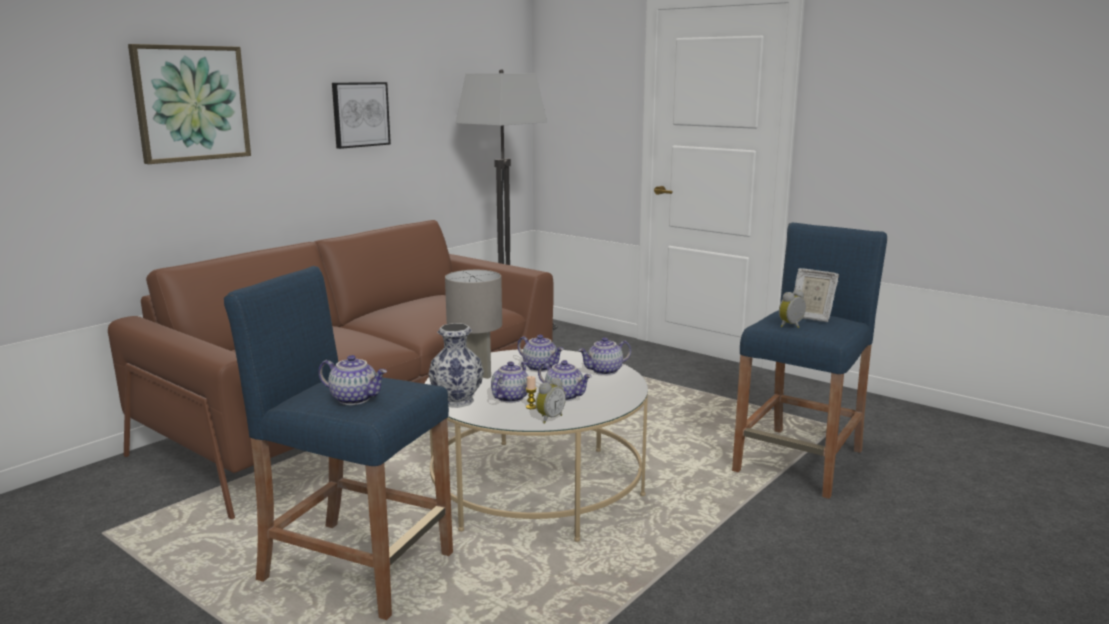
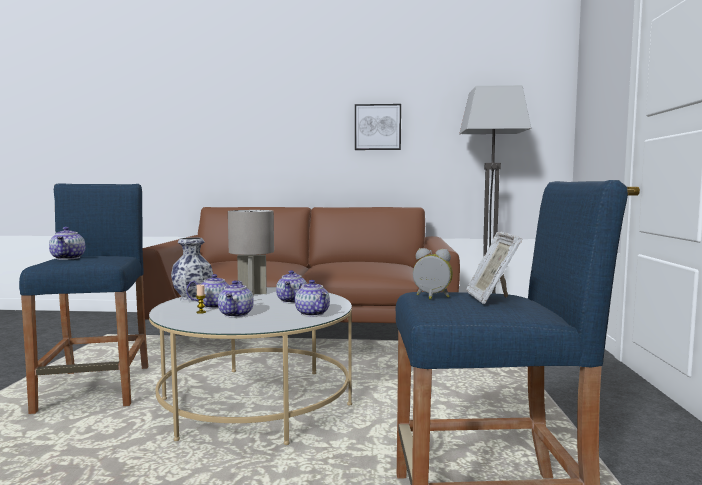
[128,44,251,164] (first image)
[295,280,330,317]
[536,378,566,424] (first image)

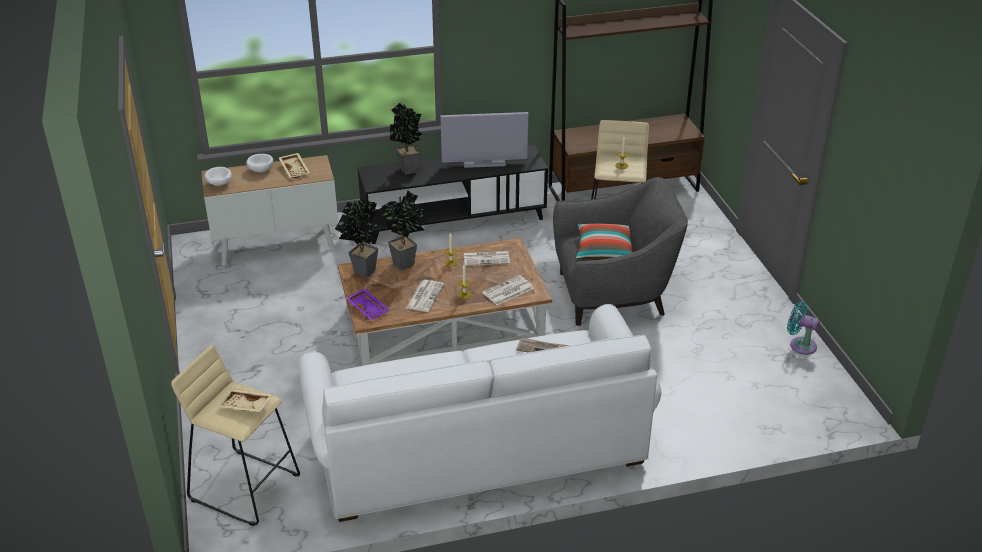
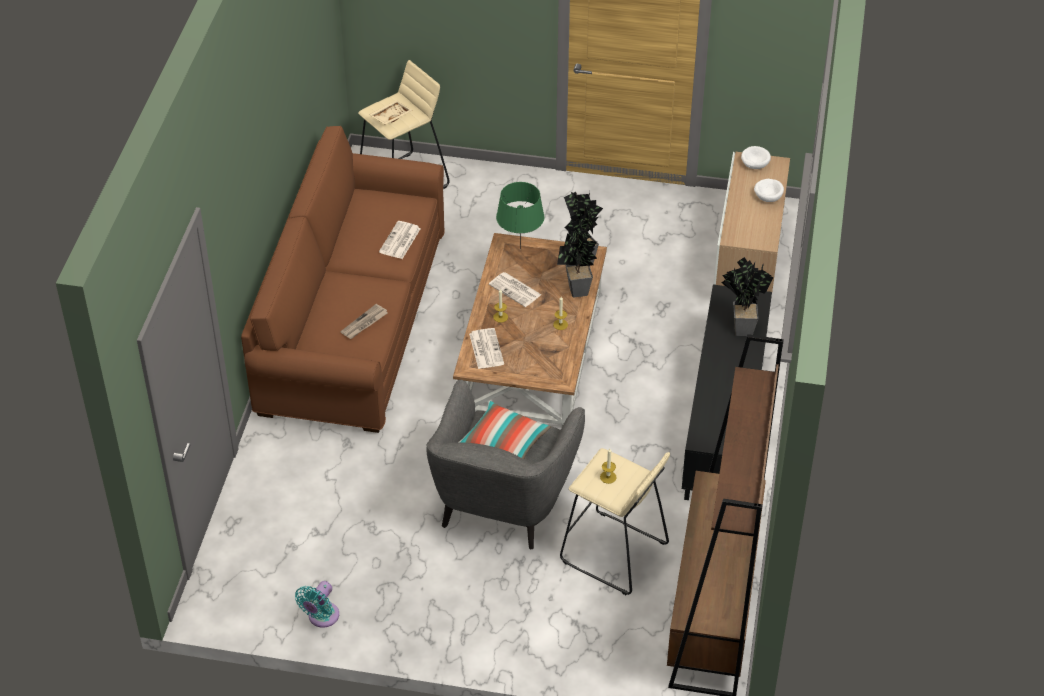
[440,112,529,168] (first image)
[279,153,310,178] (first image)
[379,221,421,259]
[496,182,544,249]
[295,581,339,628]
[241,126,445,433]

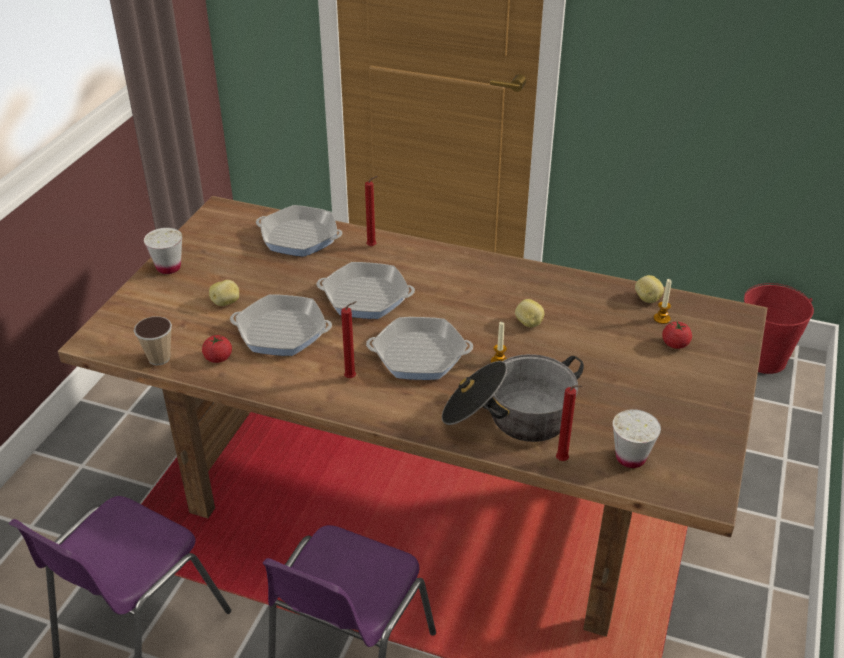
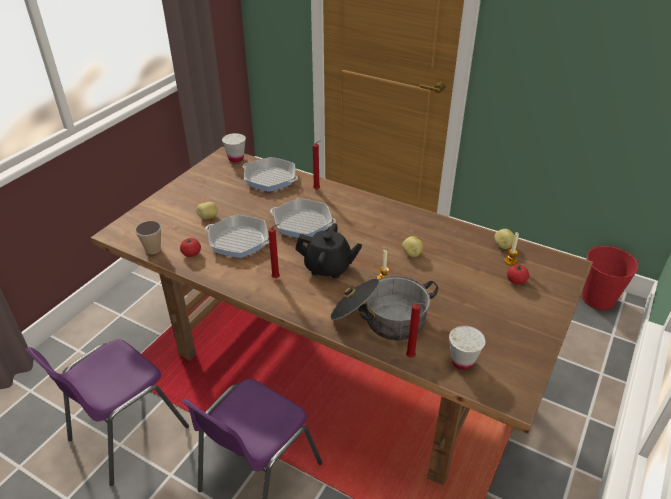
[222,133,246,162]
[295,223,362,279]

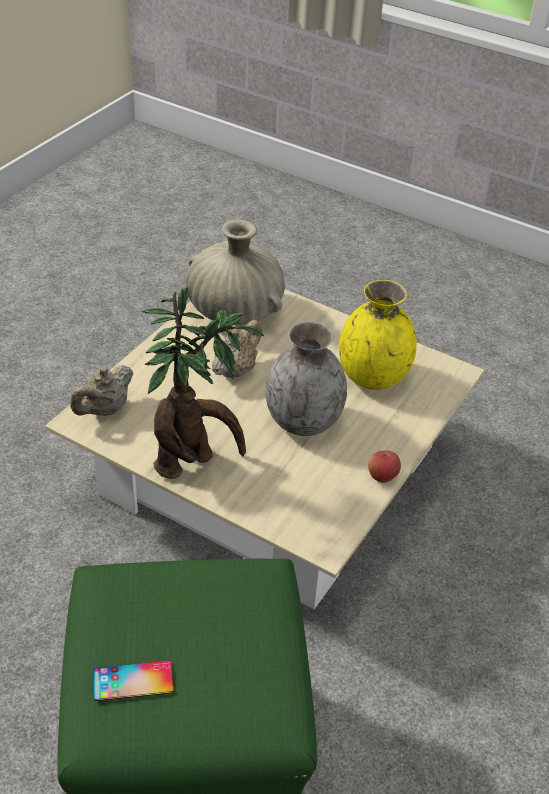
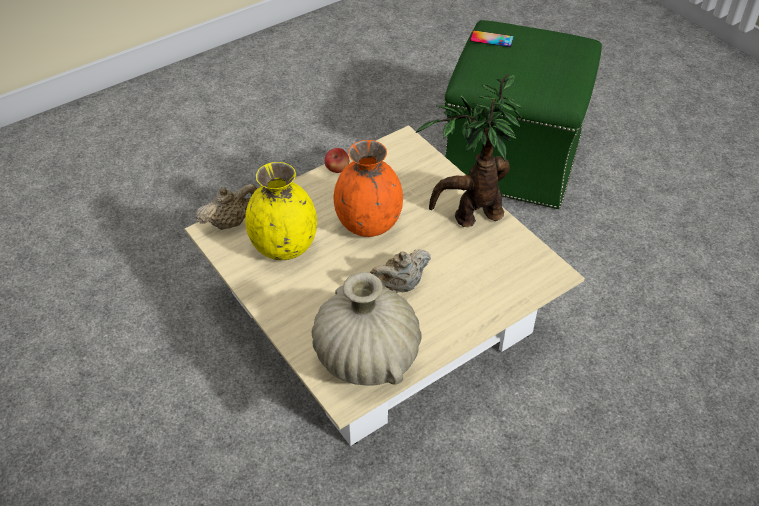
[334,140,403,237]
[195,184,257,230]
[470,30,514,47]

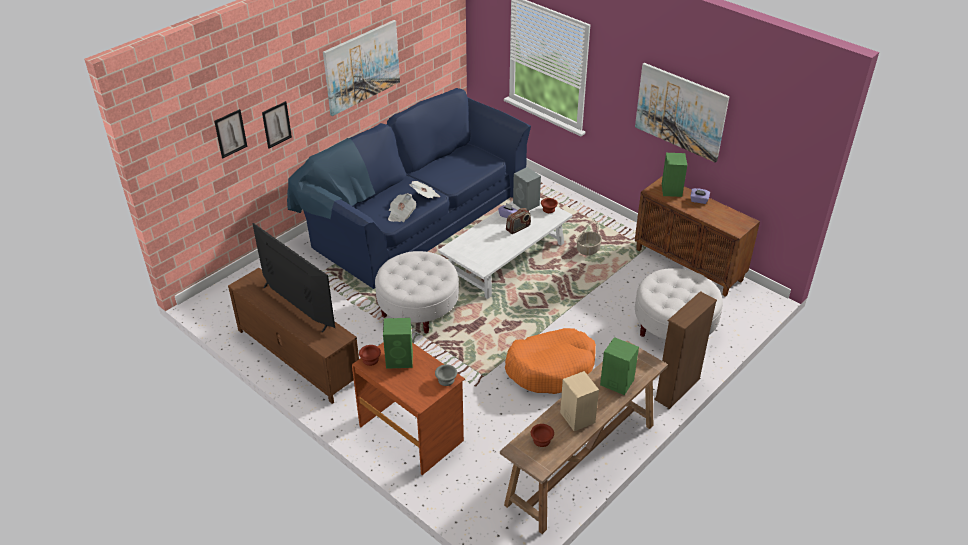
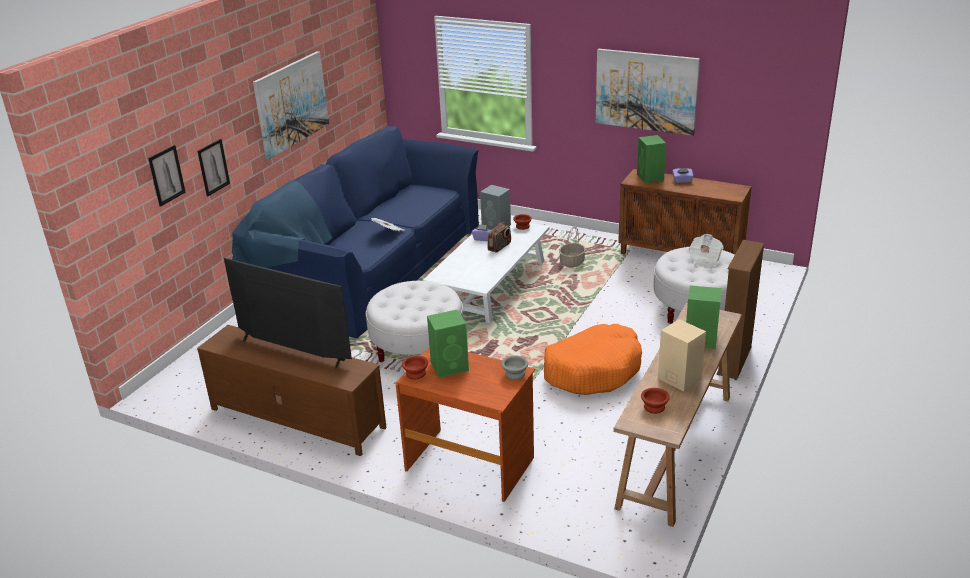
[689,234,724,267]

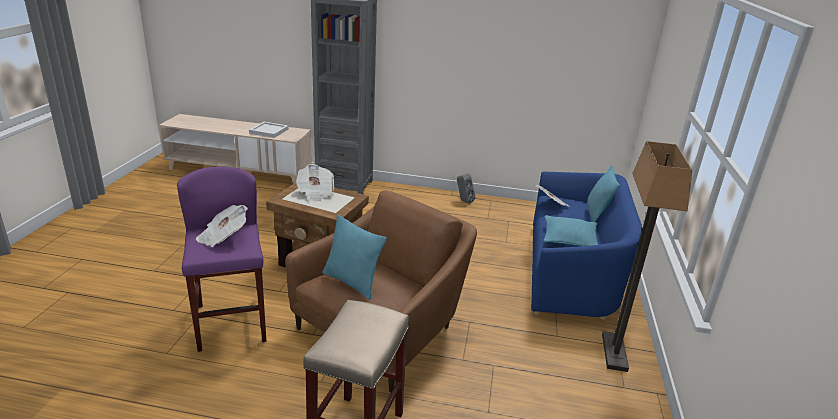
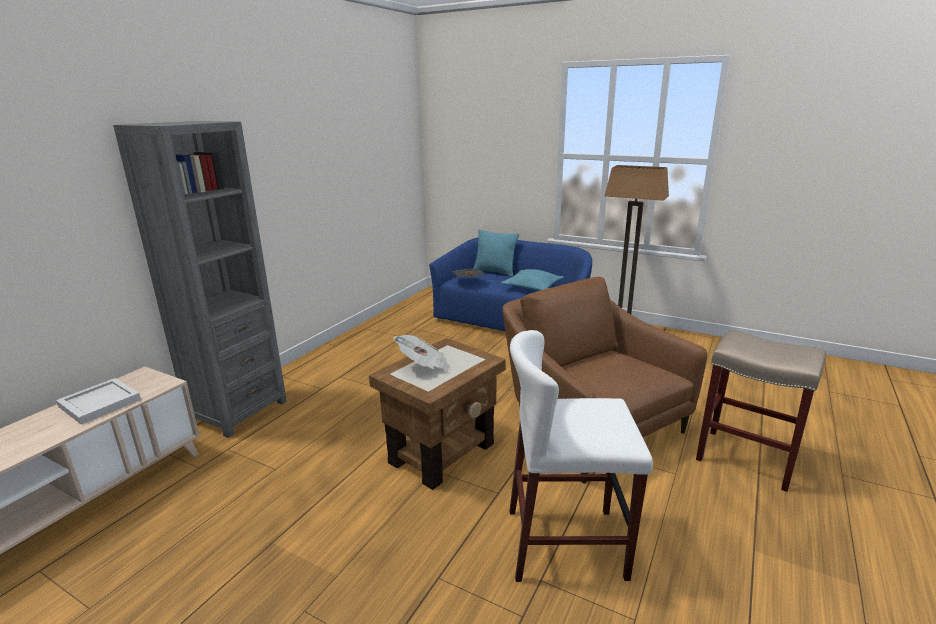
[510,330,653,582]
[457,173,475,204] (first image)
[196,205,248,247] (first image)
[323,215,387,300] (first image)

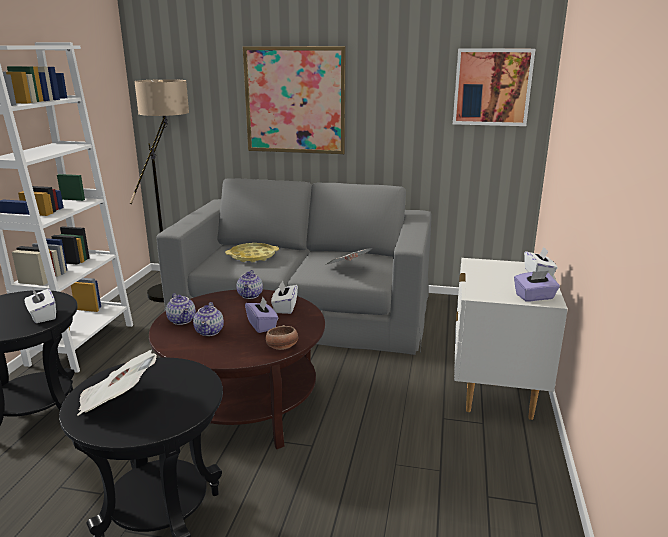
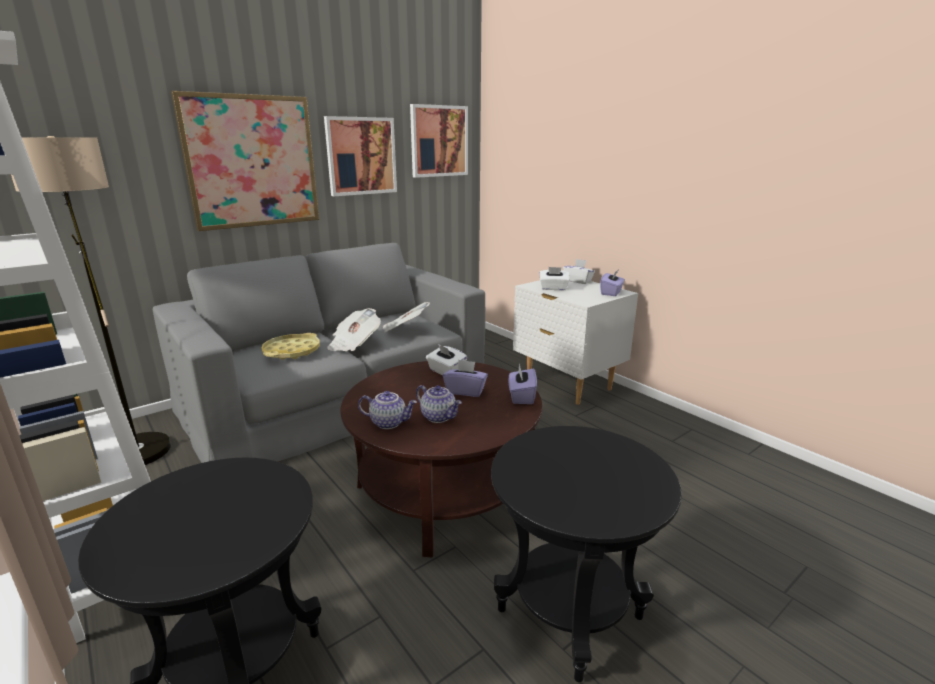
[237,270,263,299] (first image)
[540,267,569,290]
[509,364,537,404]
[327,308,381,351]
[324,116,397,196]

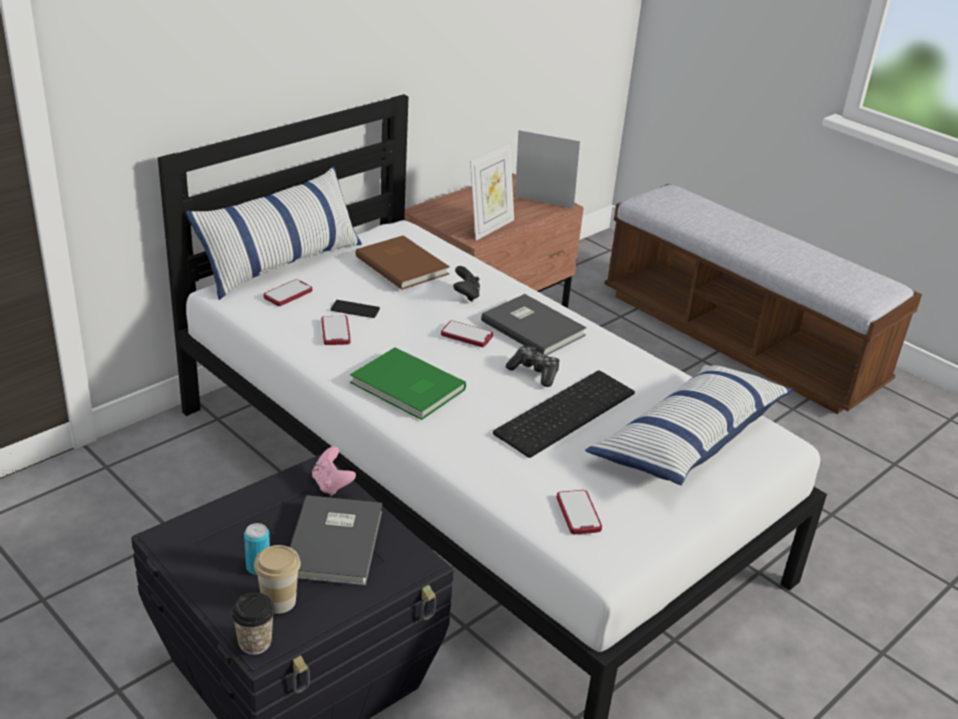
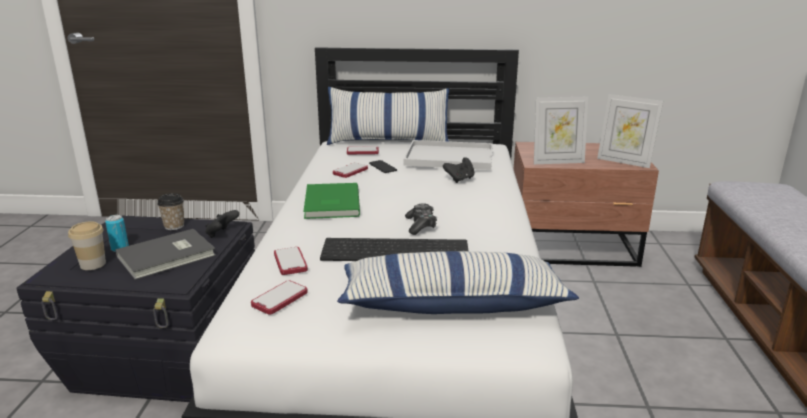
[597,94,663,168]
[403,140,493,170]
[481,294,587,356] (first image)
[274,247,308,275]
[205,210,239,238]
[157,193,184,230]

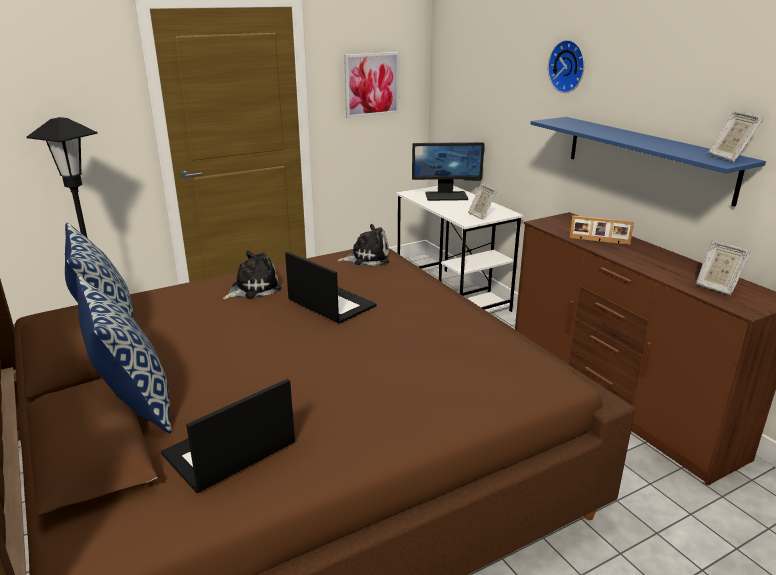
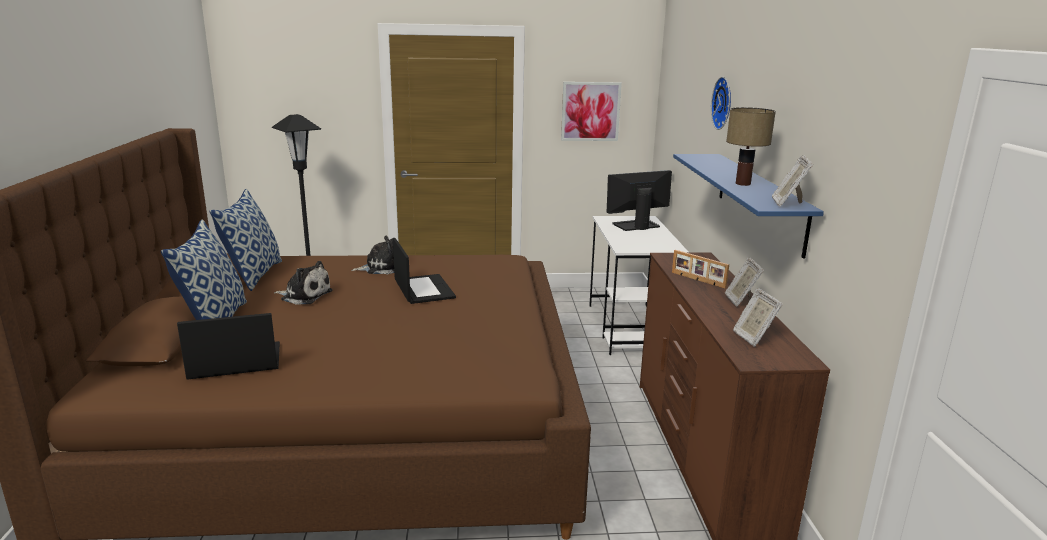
[607,170,672,231]
[725,258,764,306]
[274,261,333,305]
[726,107,776,186]

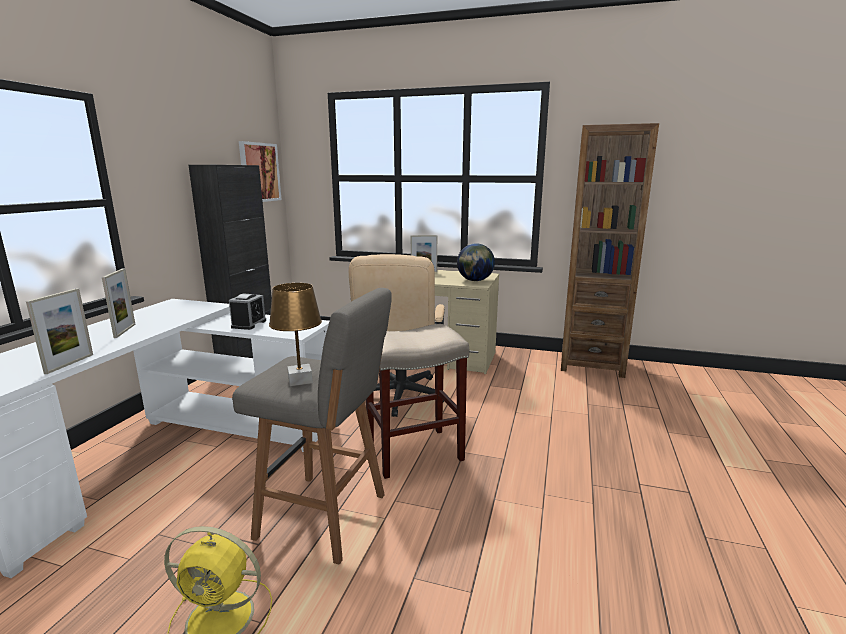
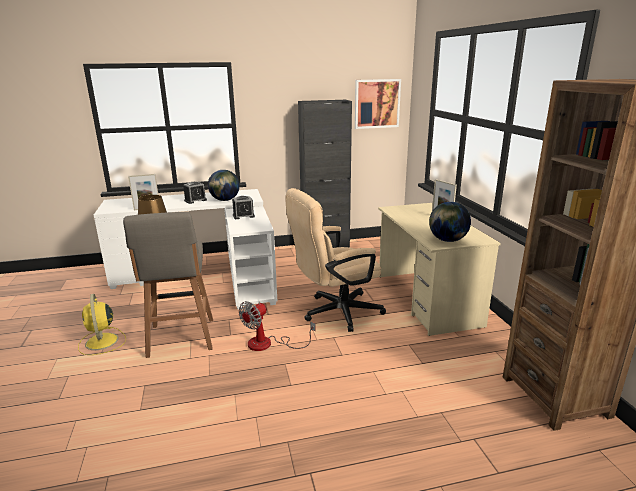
[183,182,207,204]
[238,301,316,351]
[208,170,240,201]

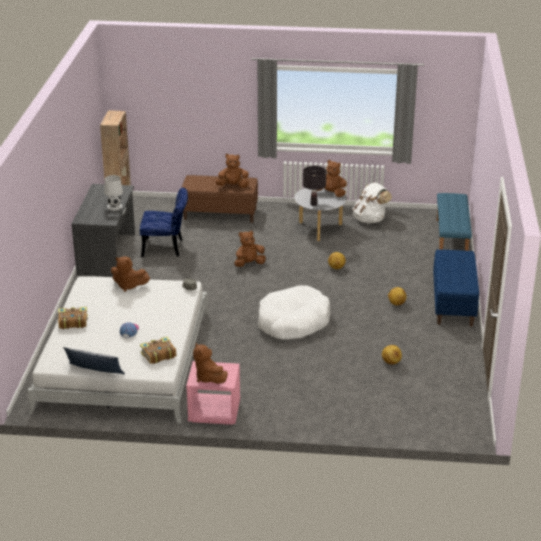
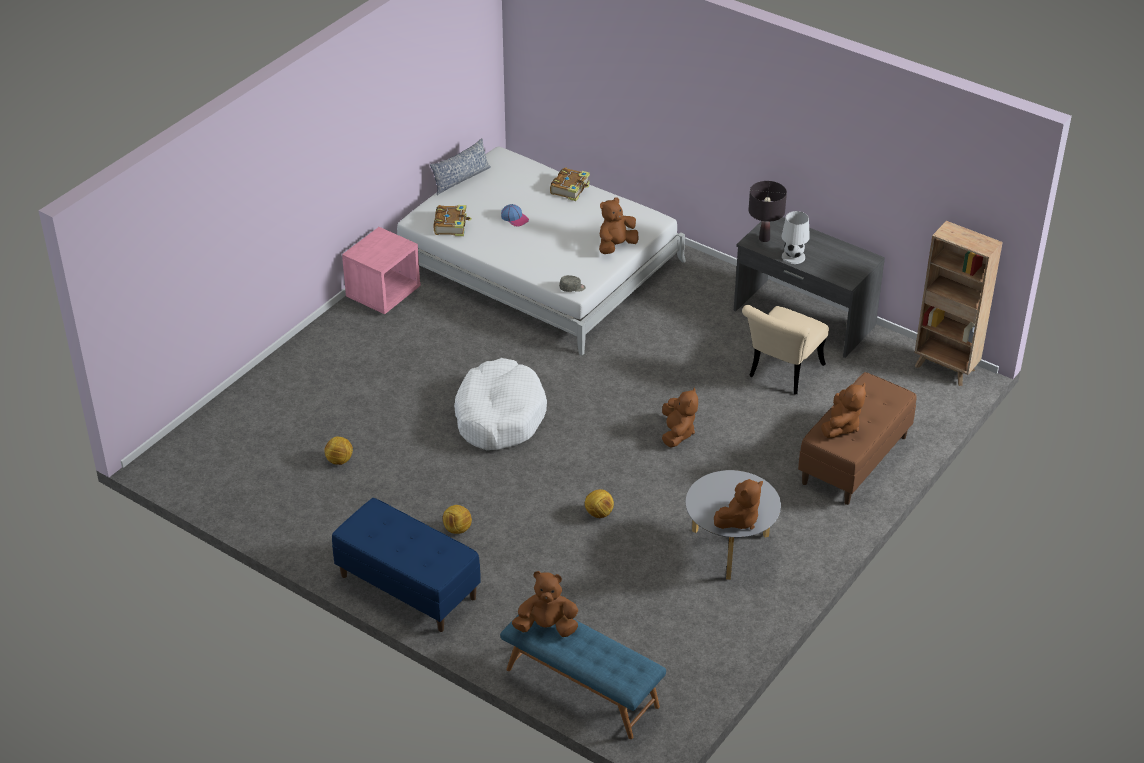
[748,181,787,242]
[353,183,392,224] (first image)
[742,305,829,394]
[512,571,578,637]

